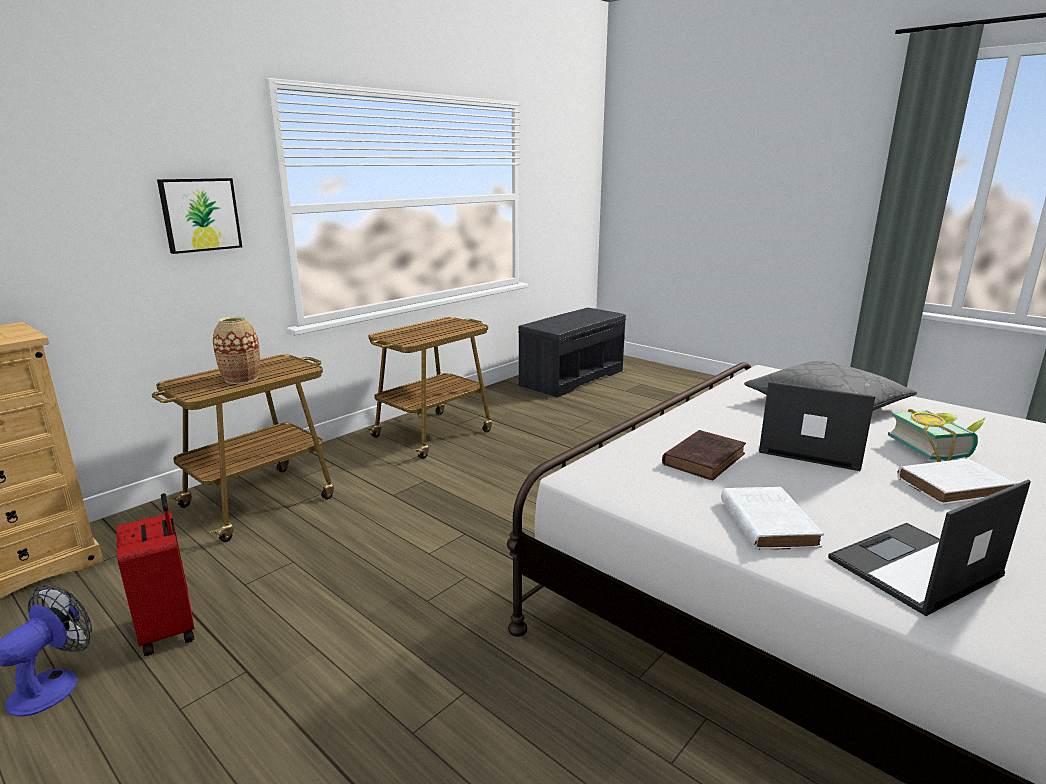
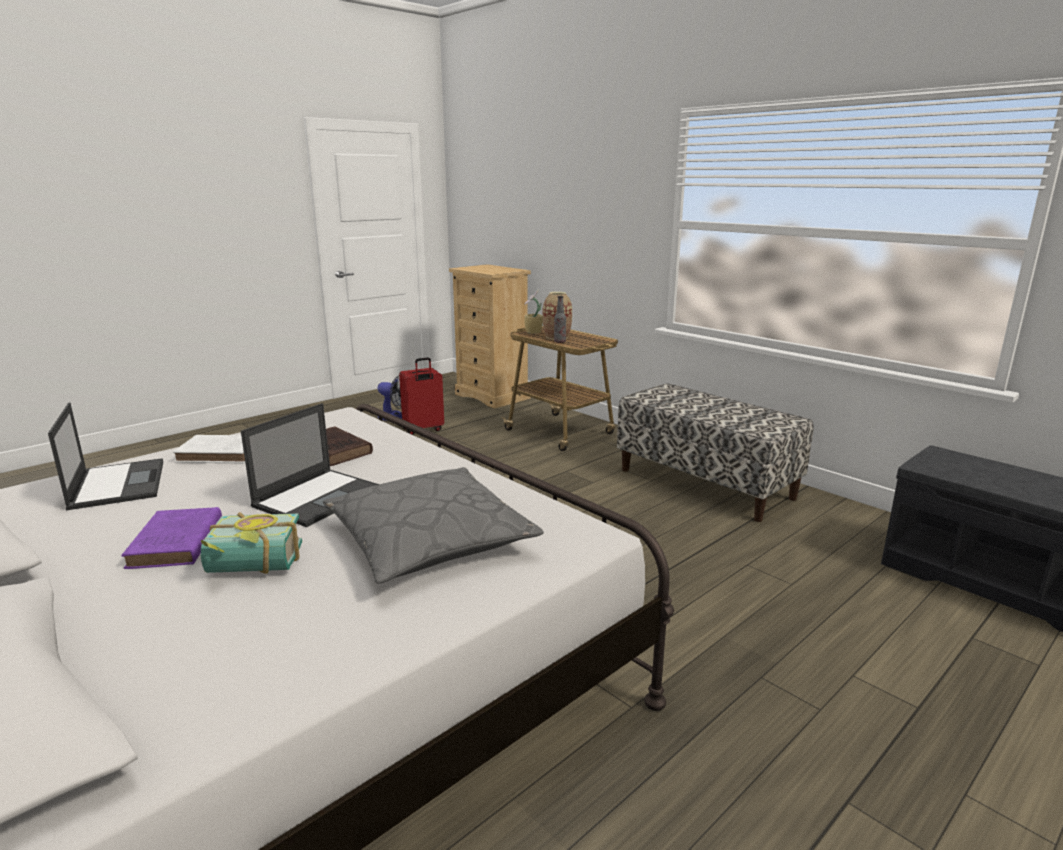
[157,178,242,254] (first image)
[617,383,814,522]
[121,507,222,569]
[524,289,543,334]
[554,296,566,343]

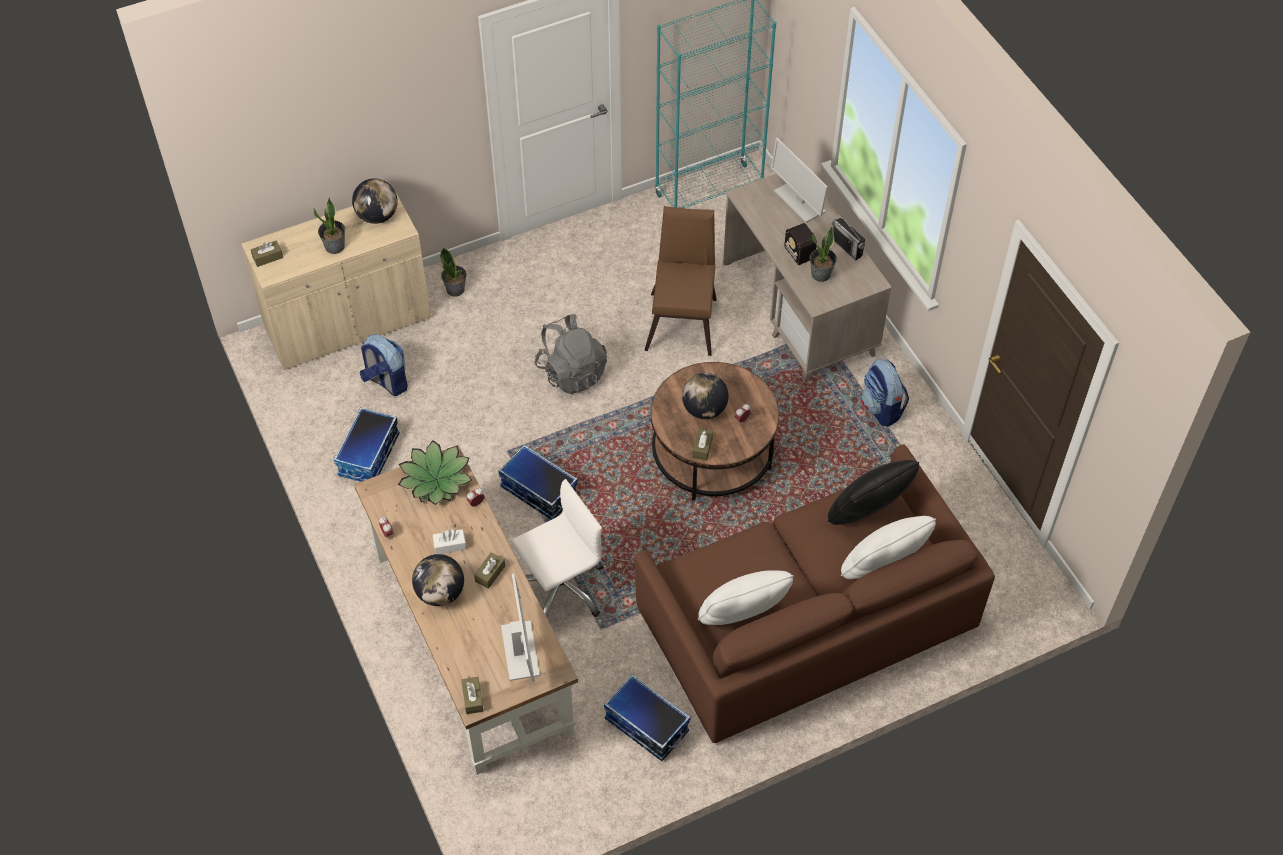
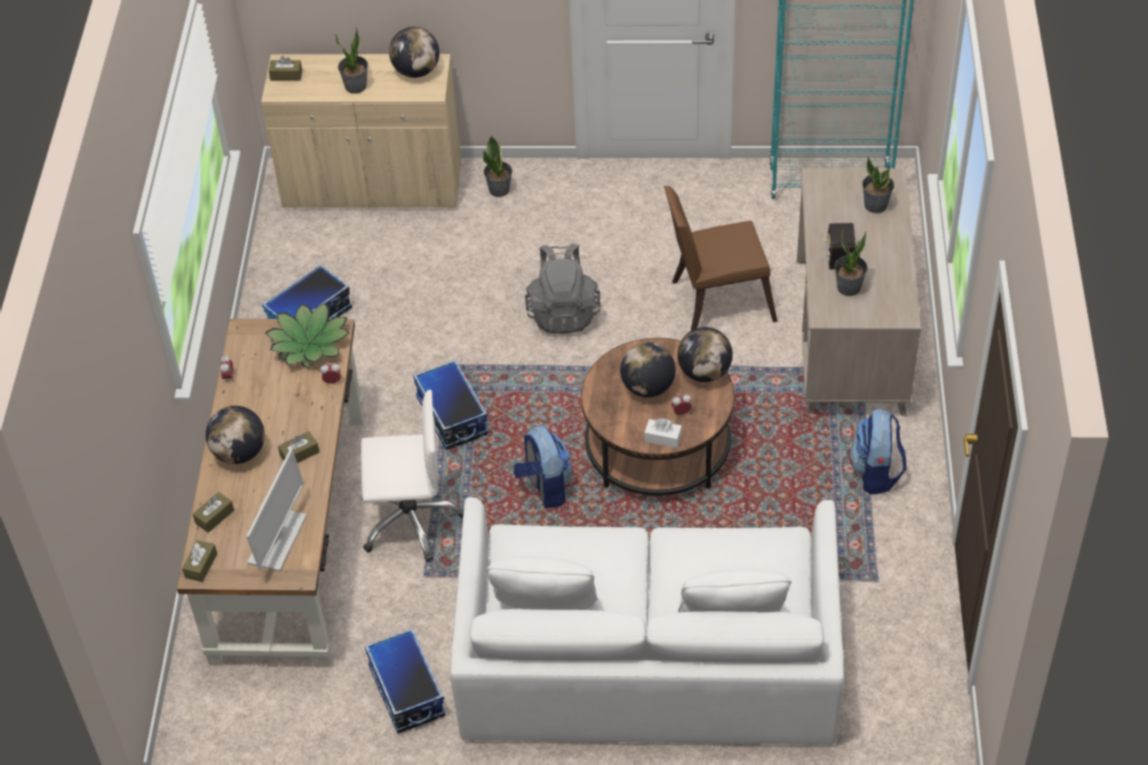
[862,157,894,214]
[664,186,778,331]
[832,214,865,260] (first image)
[514,426,573,508]
[193,492,234,533]
[450,497,845,745]
[828,460,919,525] (first image)
[644,418,682,448]
[677,327,733,382]

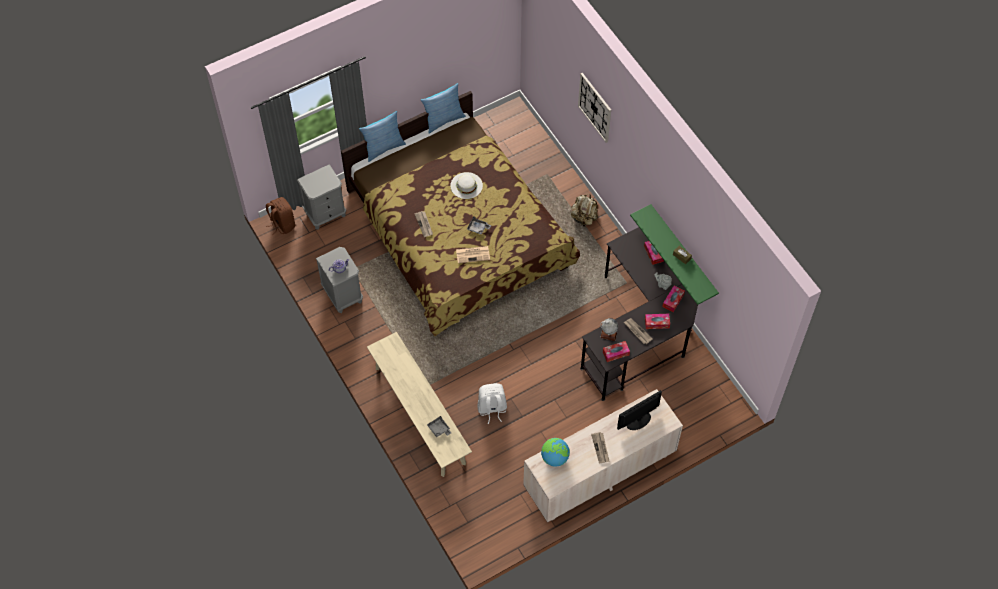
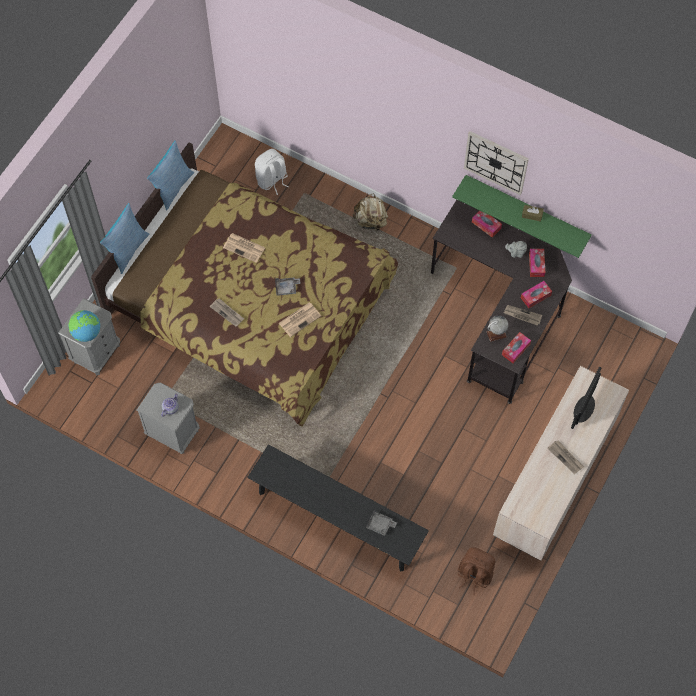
[464,131,529,196]
[223,233,265,263]
[458,547,495,595]
[247,444,429,571]
[255,149,289,195]
[68,310,100,342]

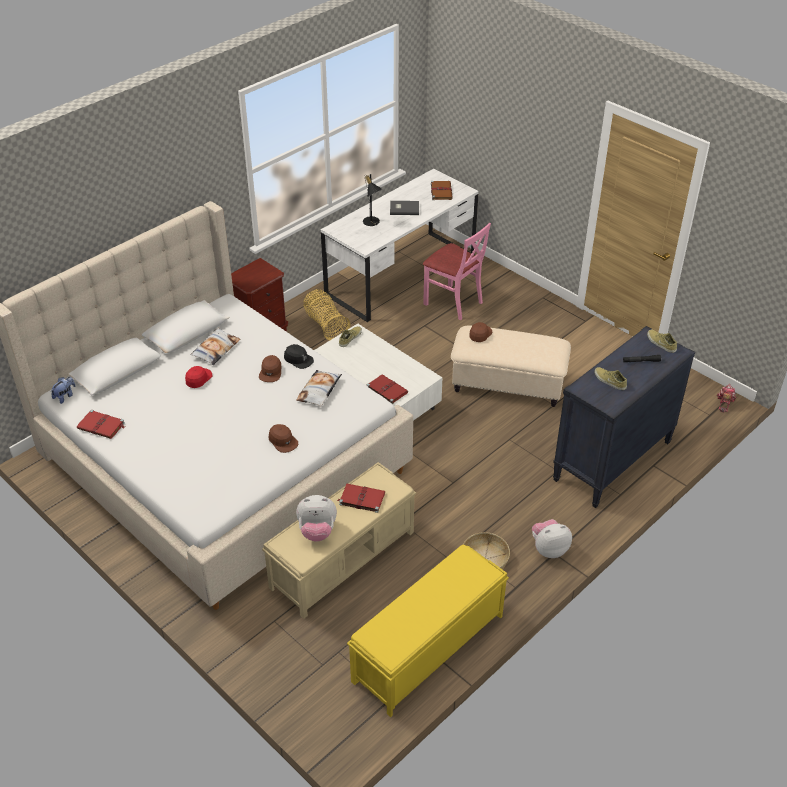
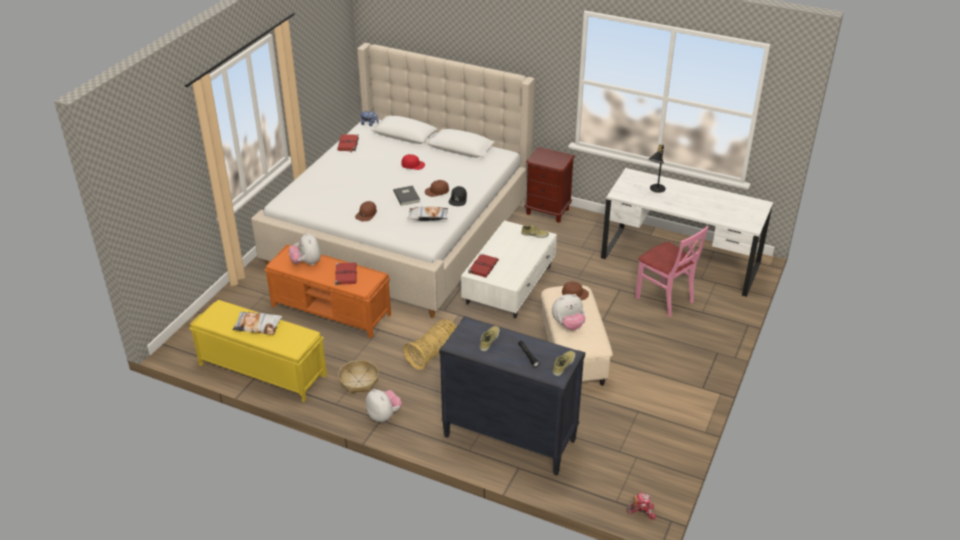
[431,181,453,200] (first image)
[393,186,420,206]
[635,226,709,317]
[403,319,457,370]
[232,312,283,335]
[264,244,391,338]
[552,294,585,330]

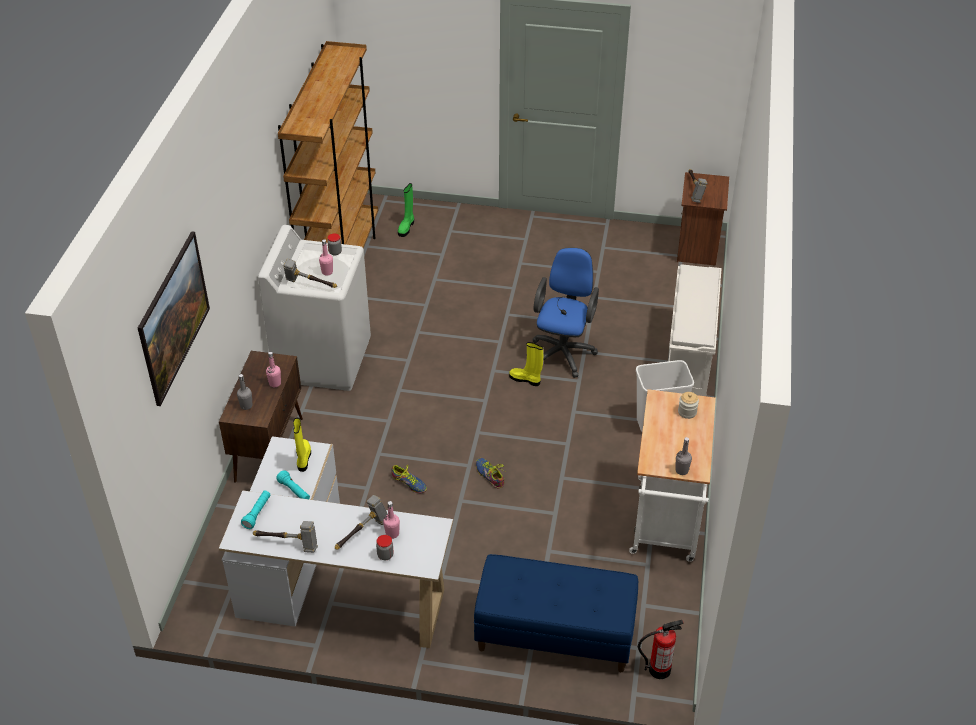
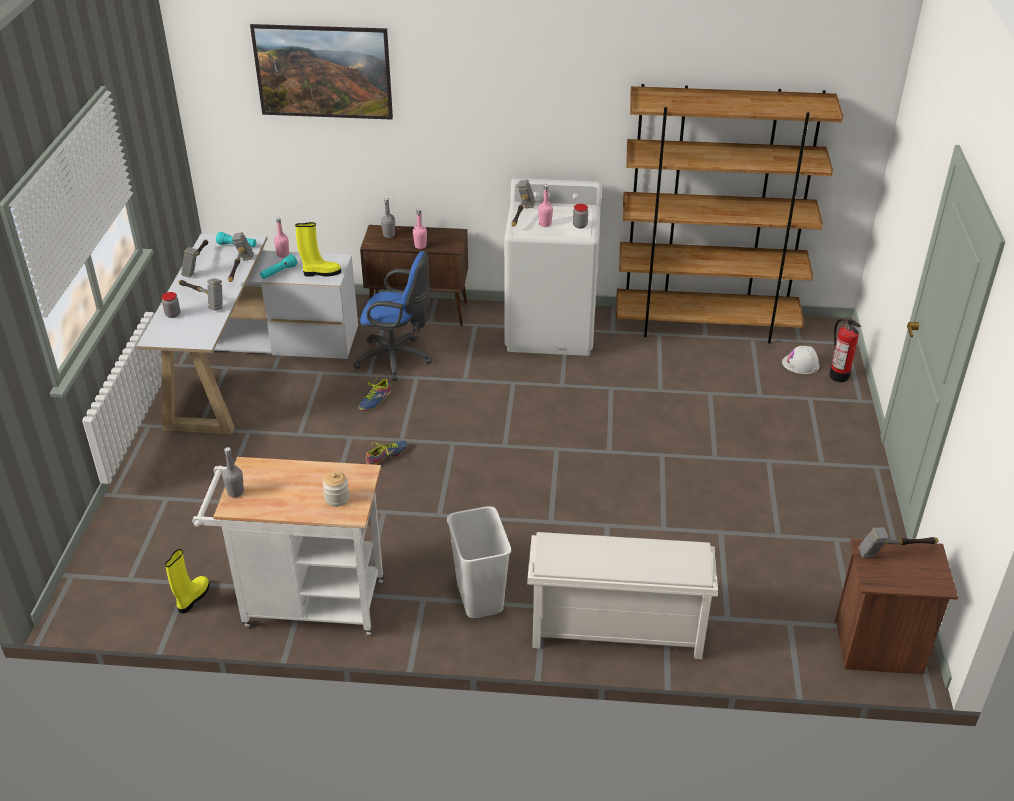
[782,346,819,374]
[353,251,433,381]
[165,549,210,614]
[274,217,289,258]
[474,554,638,672] (first image)
[829,319,861,382]
[228,232,254,282]

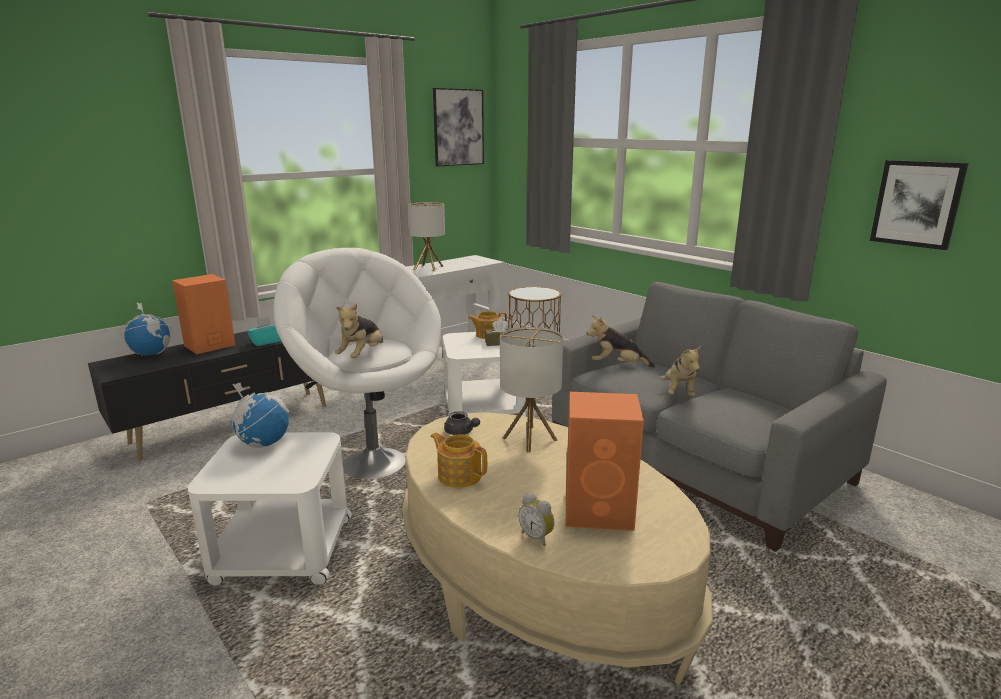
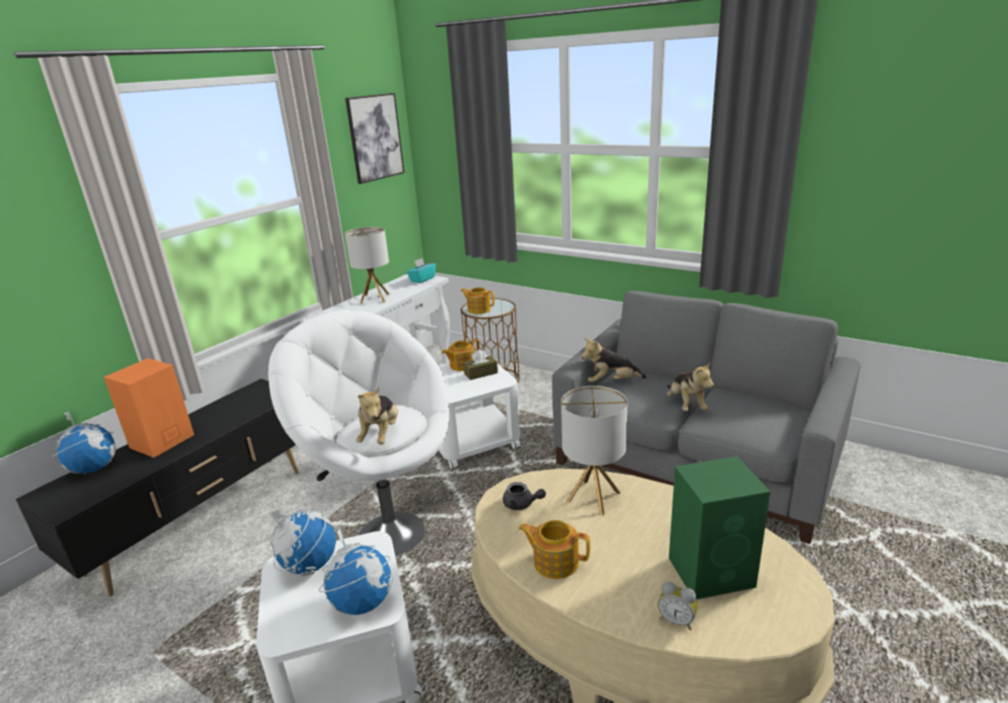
[870,160,968,250] (first image)
[407,258,436,283]
[669,456,771,600]
[461,287,495,314]
[319,527,392,615]

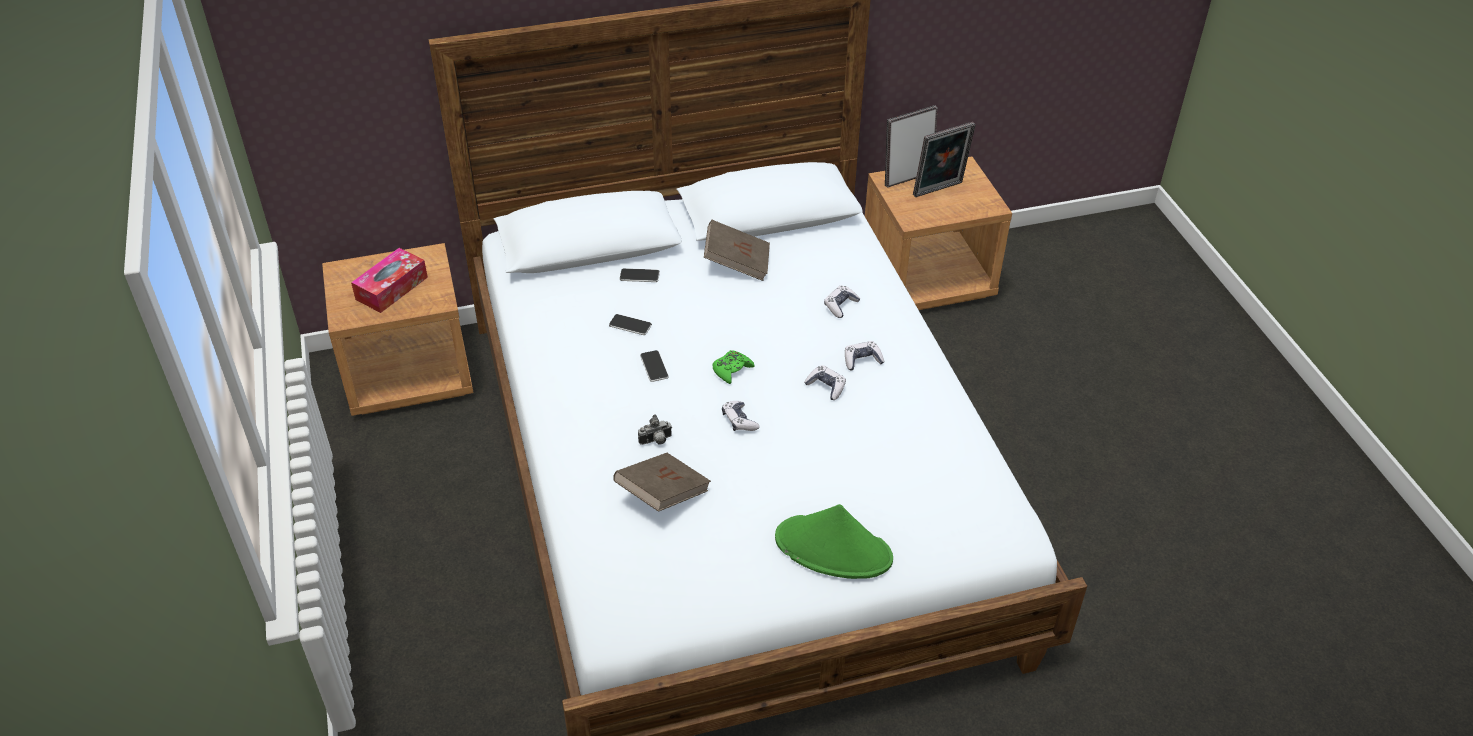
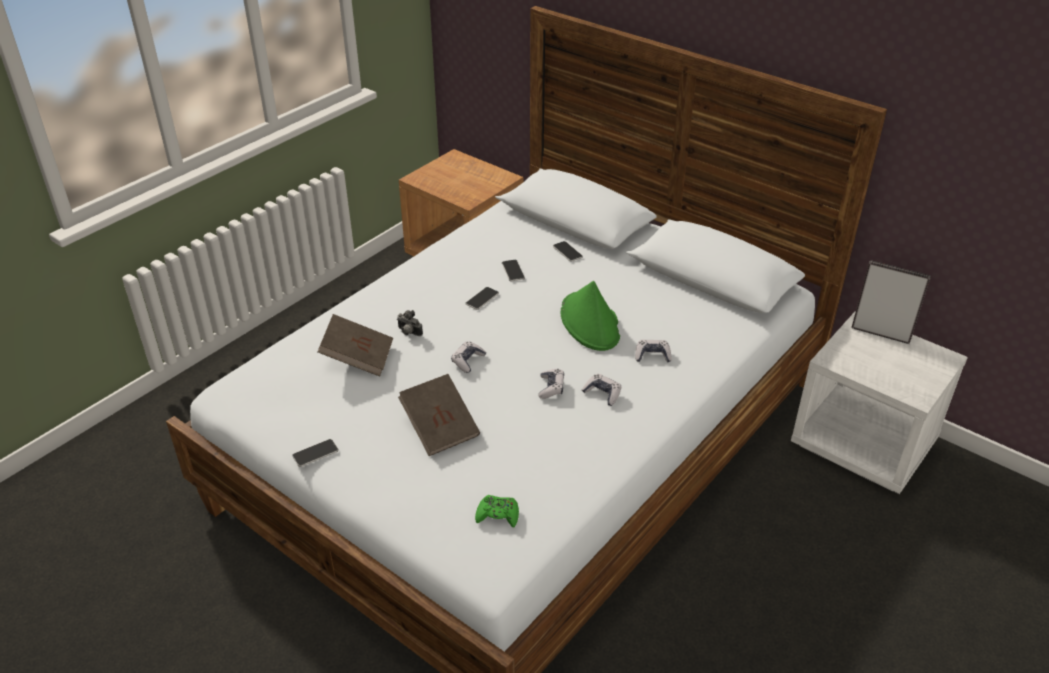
[913,122,976,197] (first image)
[791,311,968,494]
[398,374,480,456]
[351,248,428,313] (first image)
[475,495,519,528]
[561,281,620,351]
[292,439,339,467]

